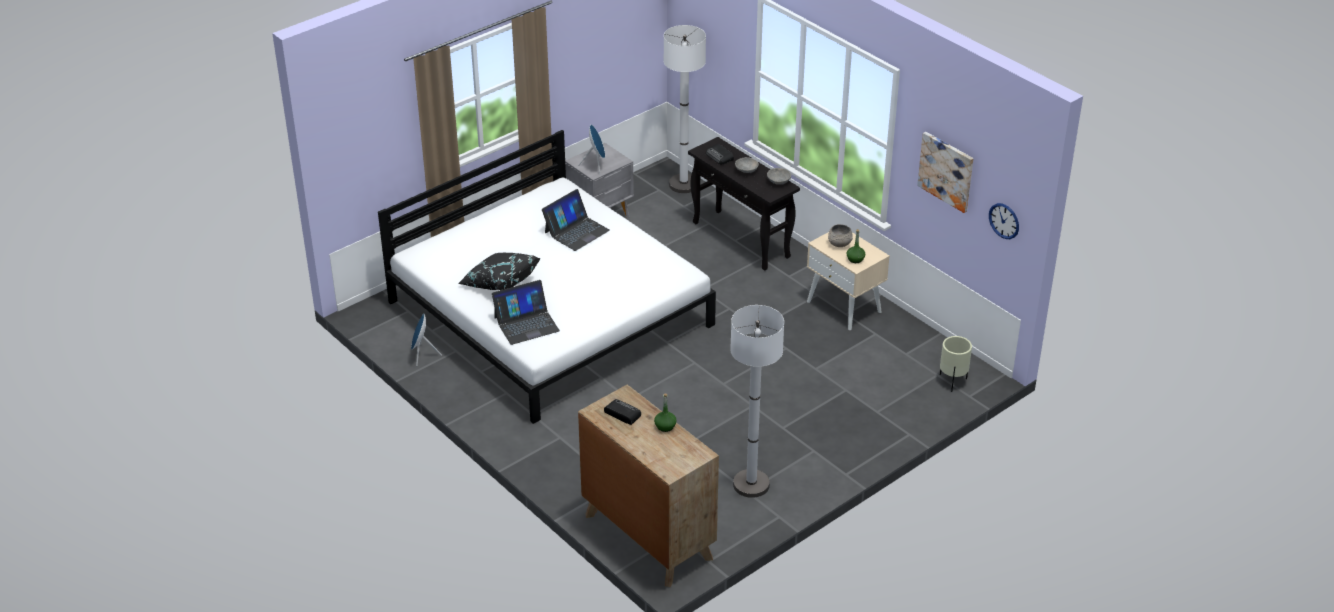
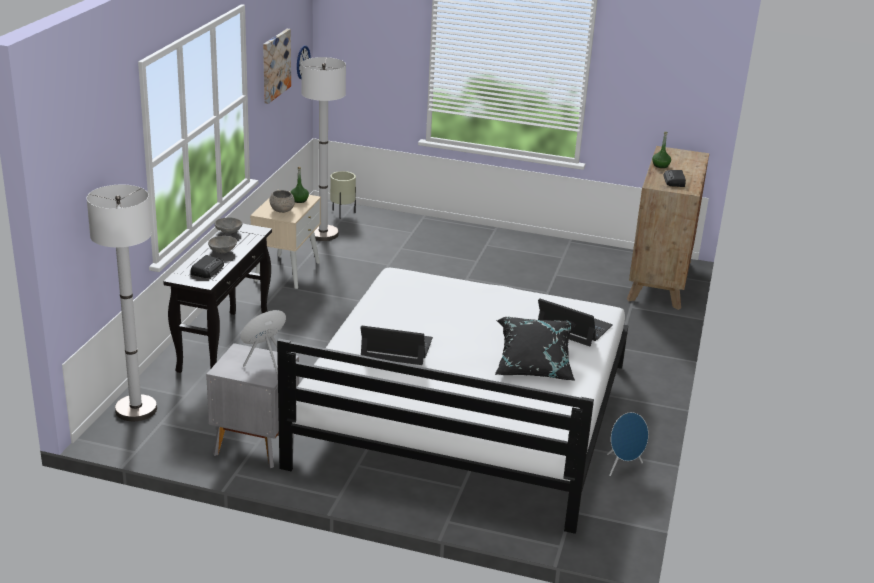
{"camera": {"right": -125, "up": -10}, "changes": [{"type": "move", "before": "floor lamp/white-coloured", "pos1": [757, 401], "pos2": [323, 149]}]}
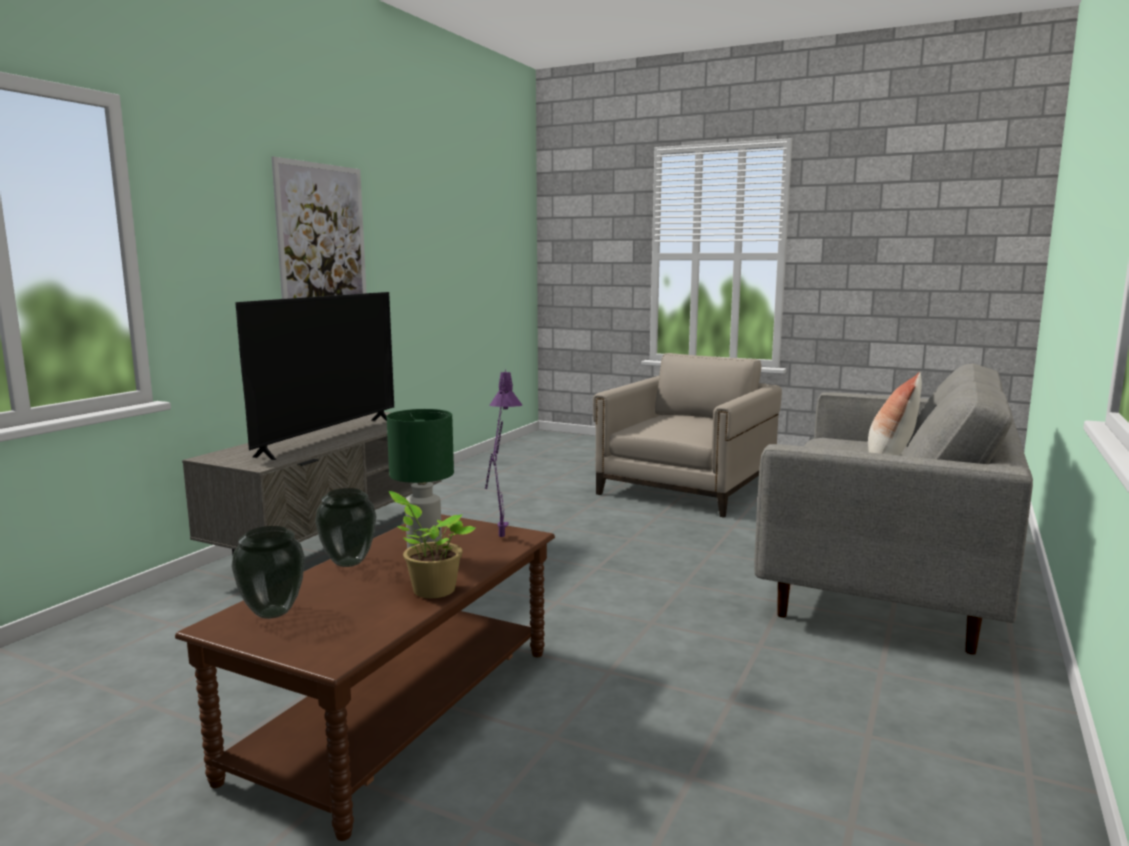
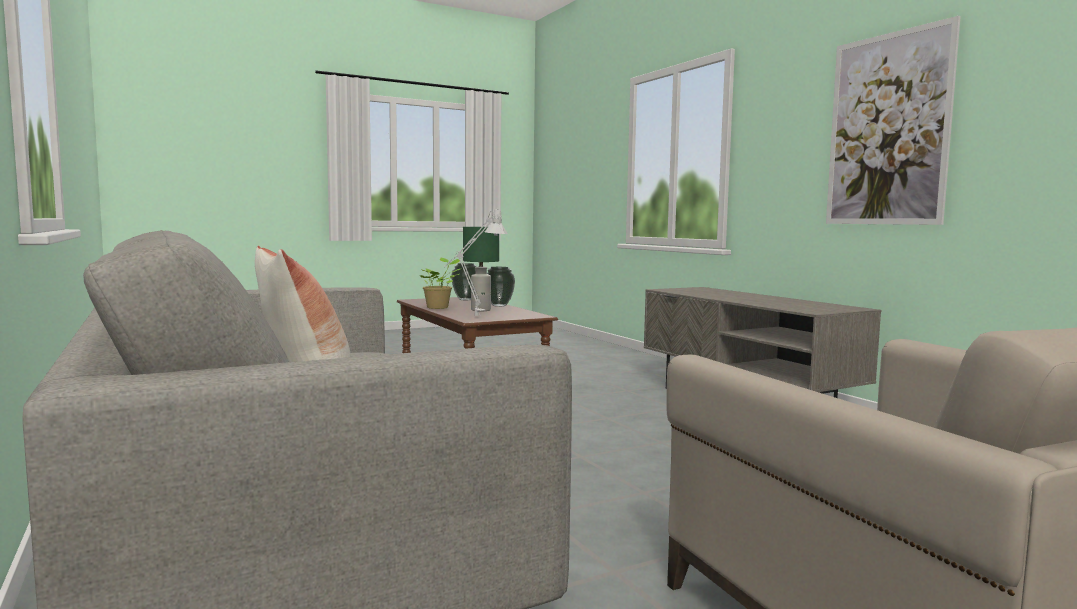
{"camera": {"right": 125, "up": -5}, "changes": [{"type": "delete", "before": "TV", "pos1": [314, 376]}, {"type": "recolor", "before": "lamp for a table/purple-coloured", "after": "lamp for a table/gray", "pos1": [503, 453], "pos2": [476, 262]}]}
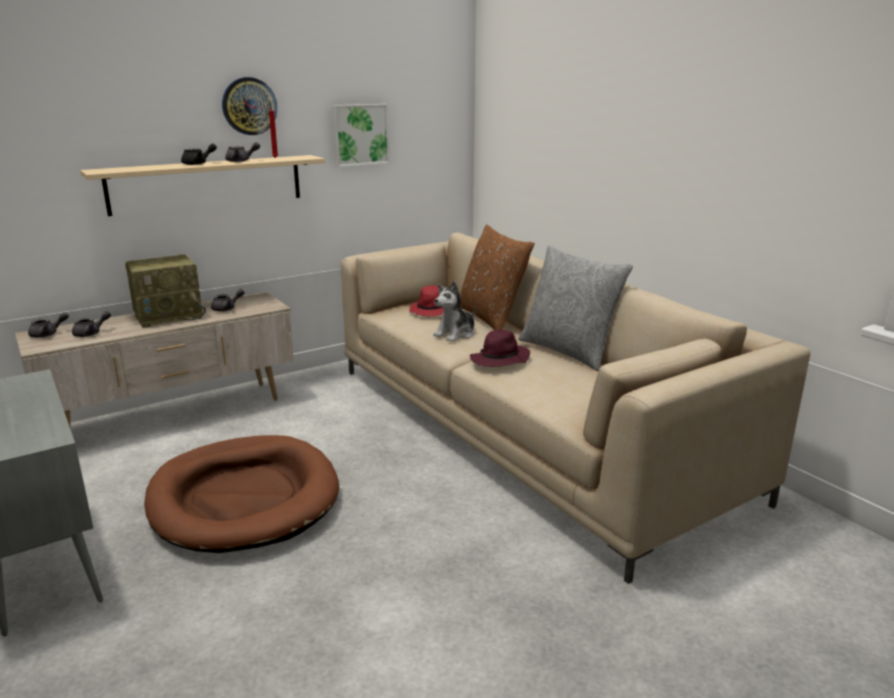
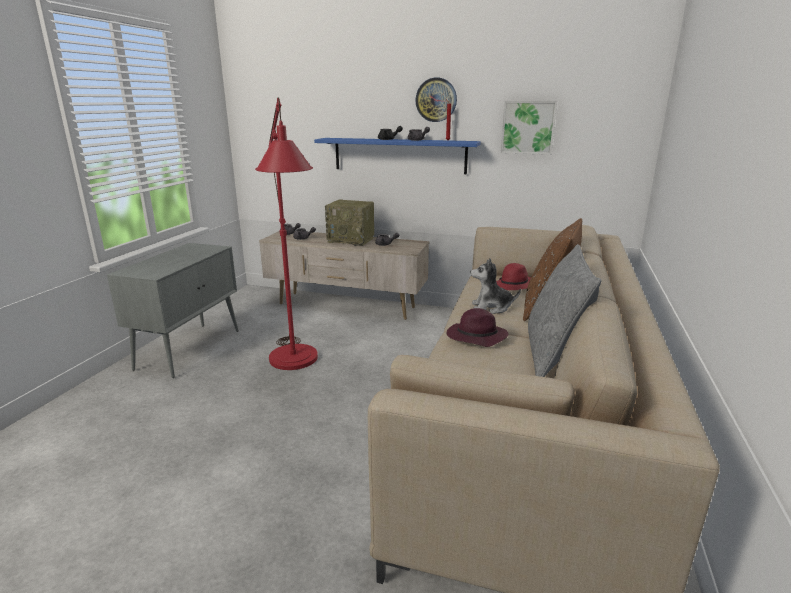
{"camera": {"right": 50, "up": 0}, "changes": [{"type": "recolor", "before": "wall shelf/beige-coloured", "after": "wall shelf/blue-coloured", "pos1": [202, 185], "pos2": [397, 156]}, {"type": "replace", "before": "dog cushion/brown-coloured", "after": "floor lamp/red", "pos1": [241, 494], "pos2": [286, 234]}]}
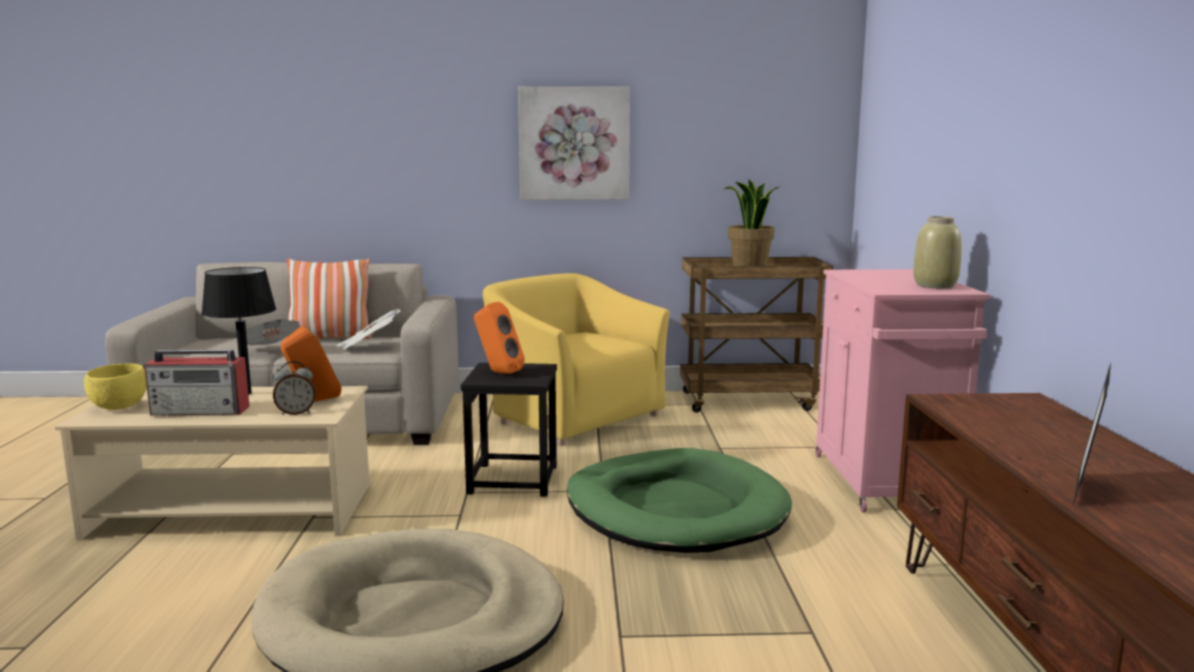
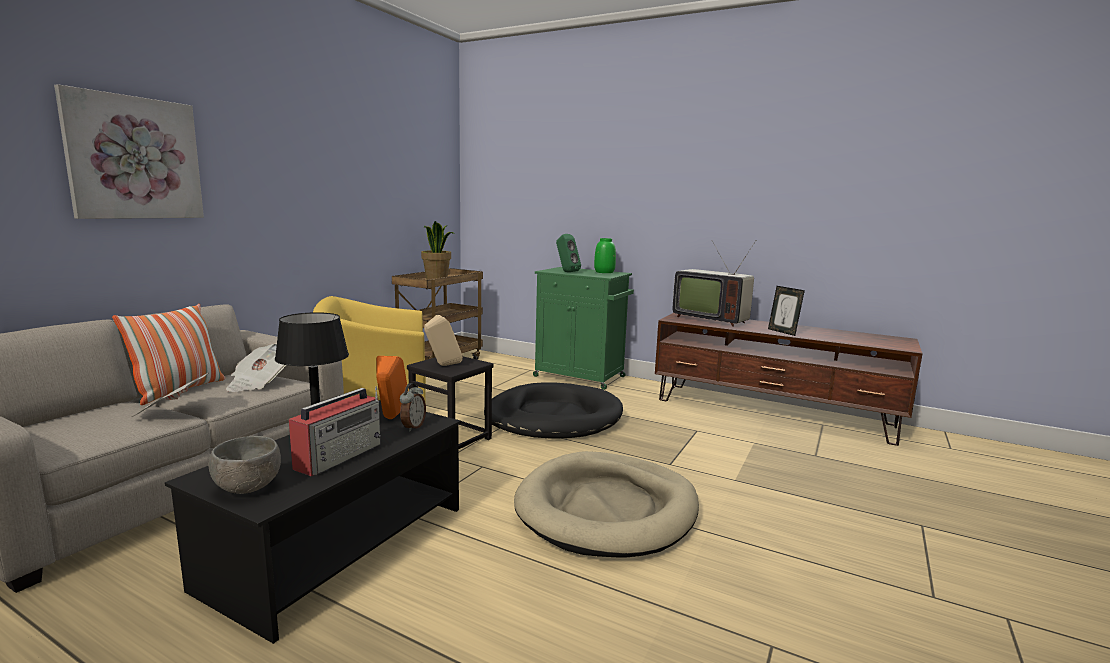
{"camera": {"right": -60, "up": 0}, "changes": [{"type": "move", "before": "picture", "pos1": [574, 143], "pos2": [129, 151]}, {"type": "recolor", "before": "vase/beige-coloured", "after": "vase/green", "pos1": [937, 252], "pos2": [605, 255]}, {"type": "recolor", "before": "storage cabinet/pink-coloured", "after": "storage cabinet/green", "pos1": [902, 390], "pos2": [583, 328]}, {"type": "recolor", "before": "speaker/orangey", "after": "speaker/beige-coloured", "pos1": [499, 338], "pos2": [443, 340]}, {"type": "recolor", "before": "serving bowl/yellowish", "after": "serving bowl/gray", "pos1": [115, 386], "pos2": [245, 465]}, {"type": "recolor", "before": "coffee table/beige-coloured", "after": "coffee table/blackish", "pos1": [212, 463], "pos2": [313, 522]}, {"type": "recolor", "before": "dog cushion/green", "after": "dog cushion/blackish", "pos1": [679, 500], "pos2": [553, 410]}, {"type": "insert", "after": "speaker/green", "pos2": [568, 253]}, {"type": "insert", "after": "TV", "pos2": [714, 283]}]}
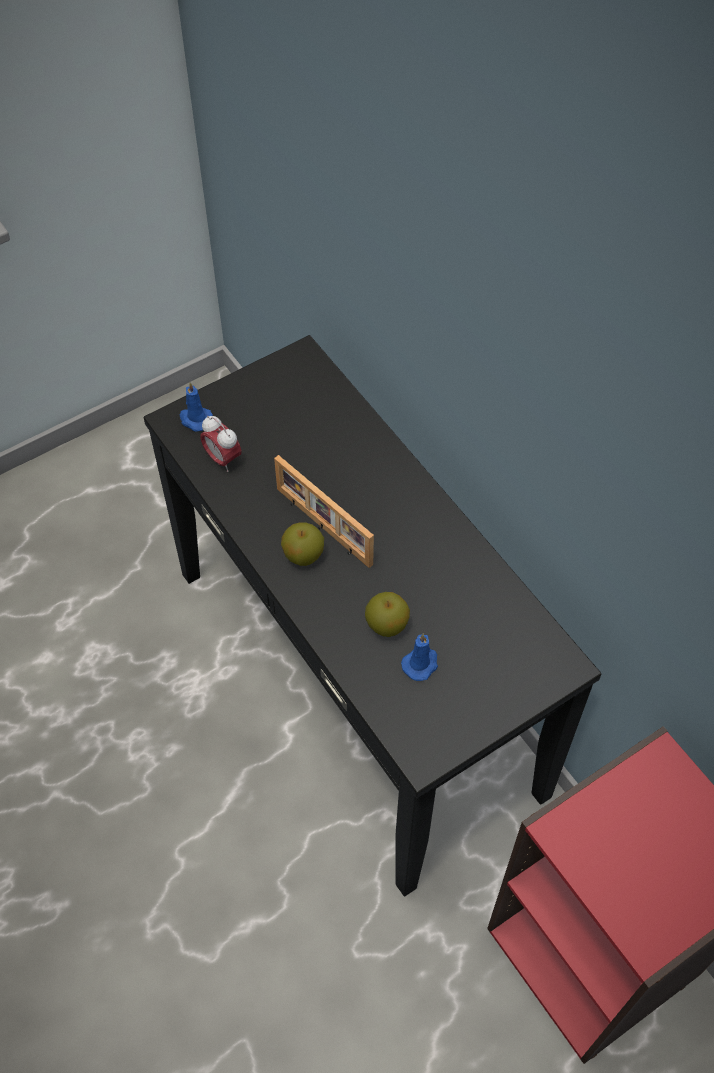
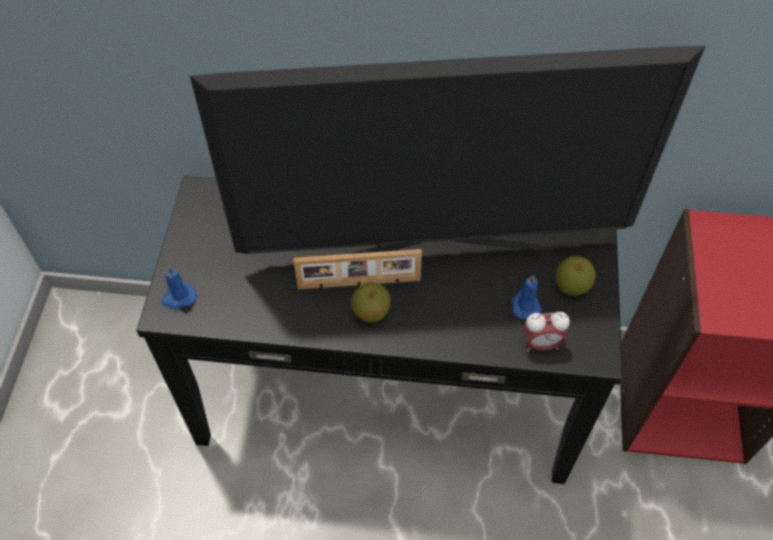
{"camera": {"right": -50, "up": 0}, "changes": [{"type": "move", "before": "alarm clock", "pos1": [221, 444], "pos2": [546, 331]}, {"type": "move", "before": "apple fruit", "pos1": [387, 614], "pos2": [576, 276]}, {"type": "insert", "after": "TV", "pos2": [447, 150]}]}
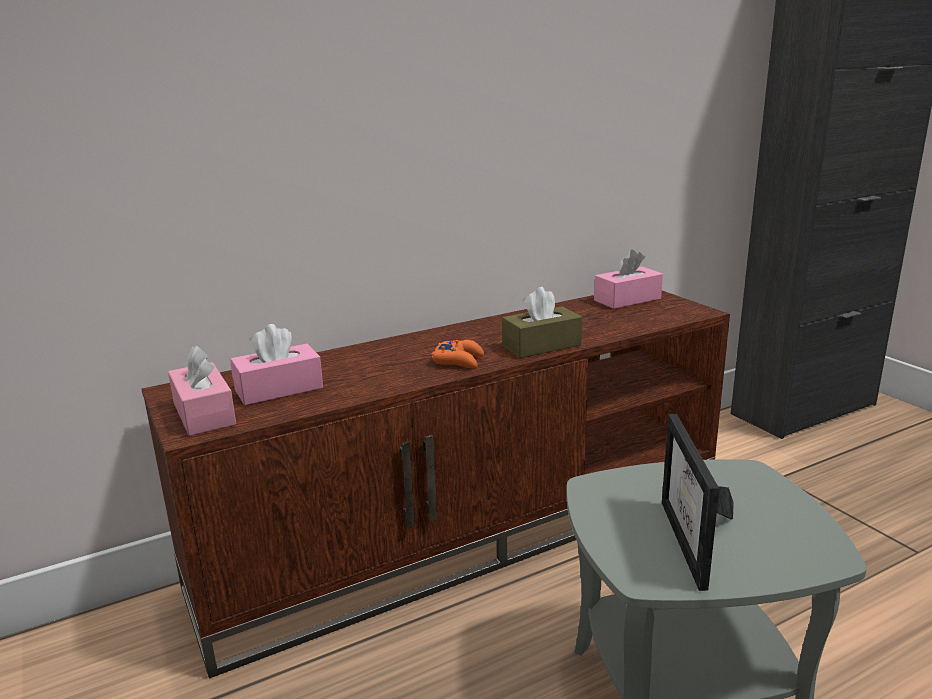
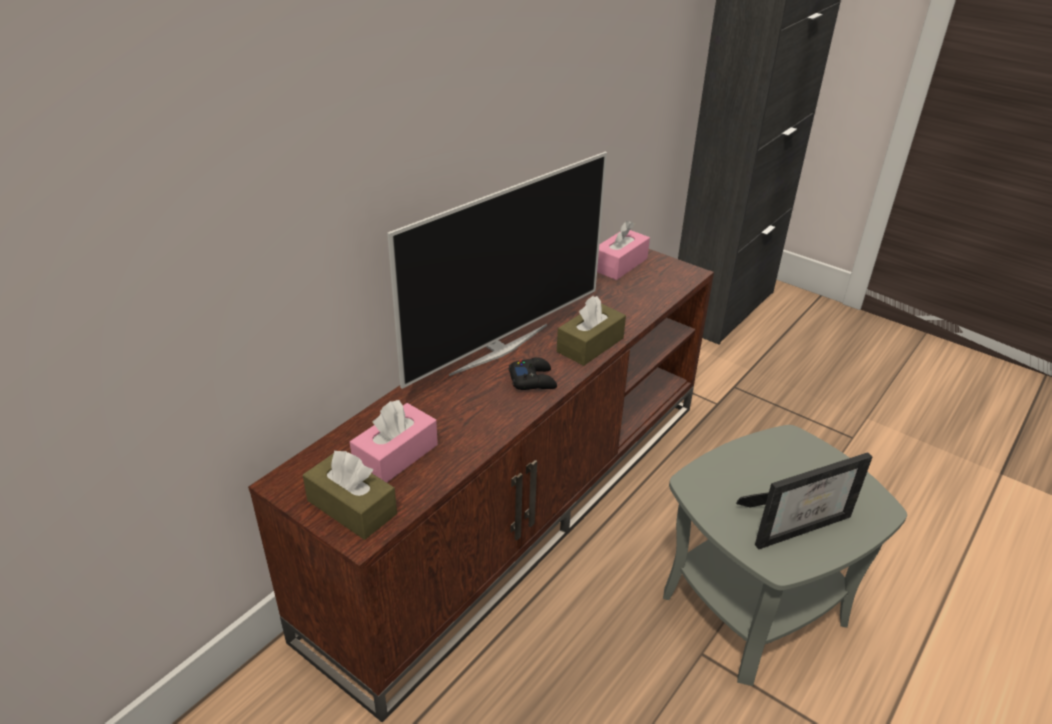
{"camera": {"right": -25, "up": 15}, "changes": [{"type": "recolor", "before": "game controller/orangey", "after": "game controller/blackish", "pos1": [458, 354], "pos2": [533, 374]}, {"type": "recolor", "before": "box of tissues/pink-coloured", "after": "box of tissues/brown-coloured", "pos1": [202, 390], "pos2": [350, 495]}, {"type": "rotate", "before": "picture frame", "pos1": [698, 502], "pos2": [804, 500], "turn": -90}, {"type": "insert", "after": "TV", "pos2": [497, 270]}]}
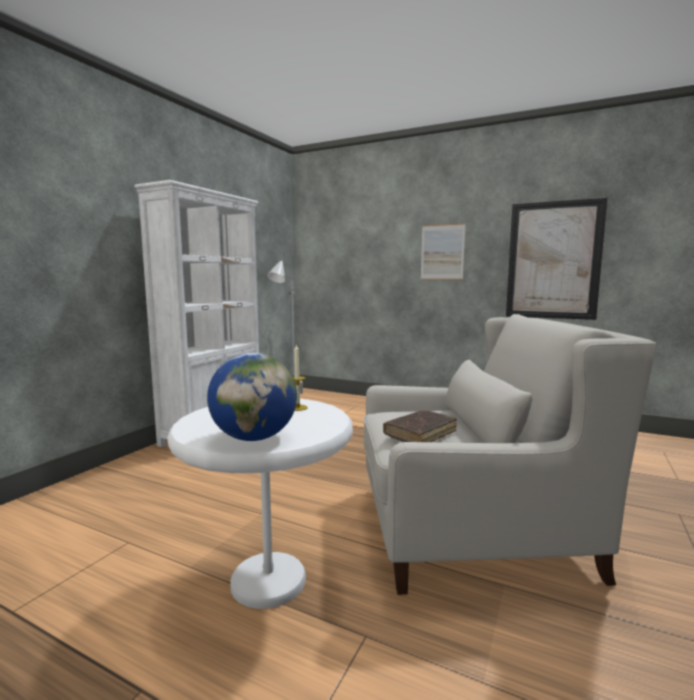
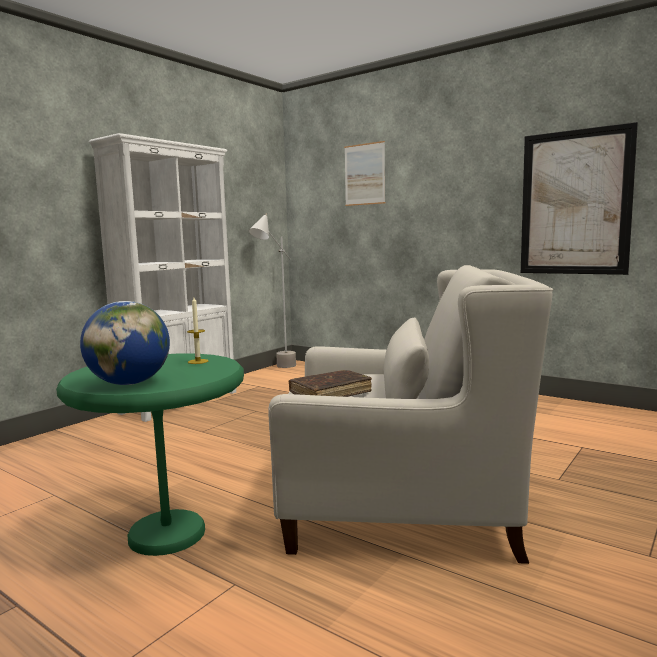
{"camera": {"right": 10, "up": 0}, "changes": [{"type": "move", "before": "picture", "pos1": [443, 251], "pos2": [364, 173]}, {"type": "recolor", "before": "accent table/white-coloured", "after": "accent table/green", "pos1": [260, 504], "pos2": [150, 454]}]}
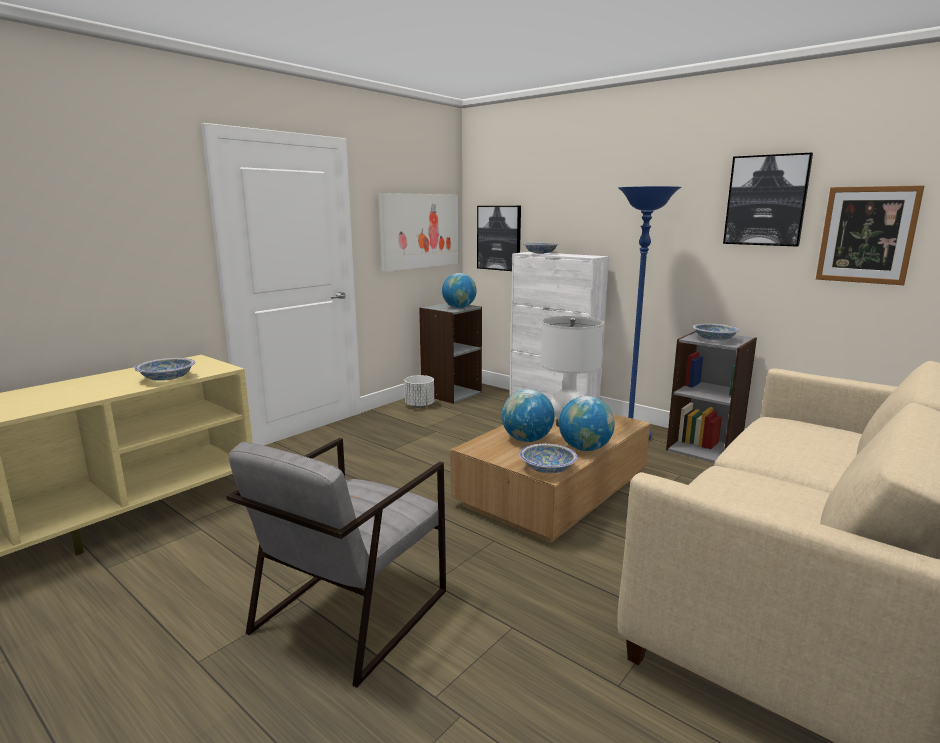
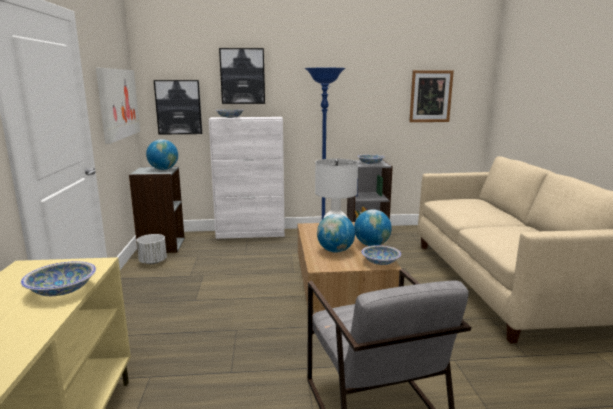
{"camera": {"right": -45, "up": 0}, "changes": [{"type": "move", "before": "picture", "pos1": [768, 200], "pos2": [242, 76]}]}
